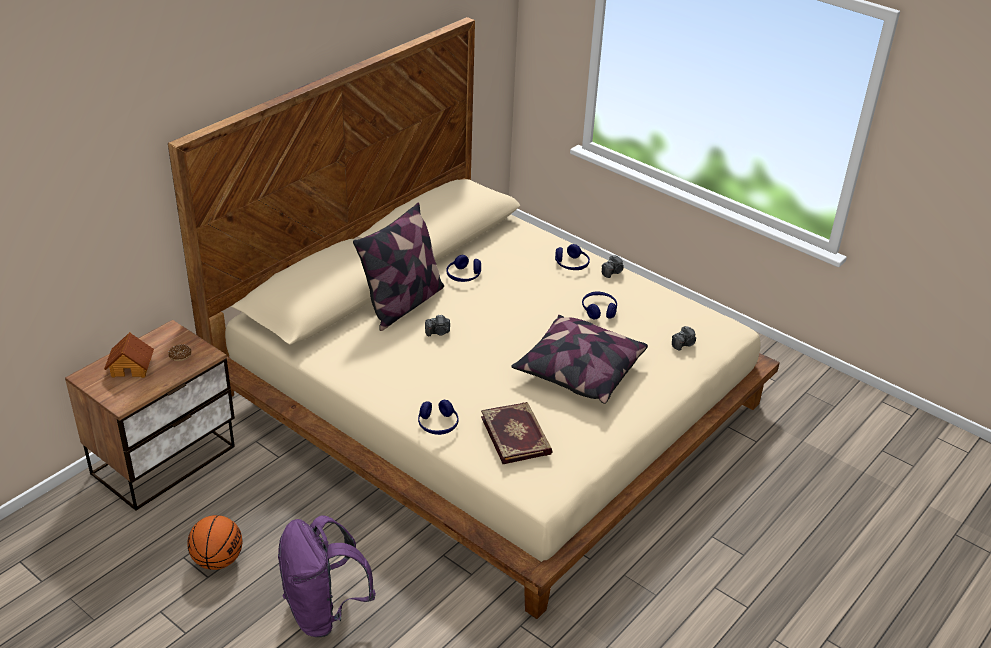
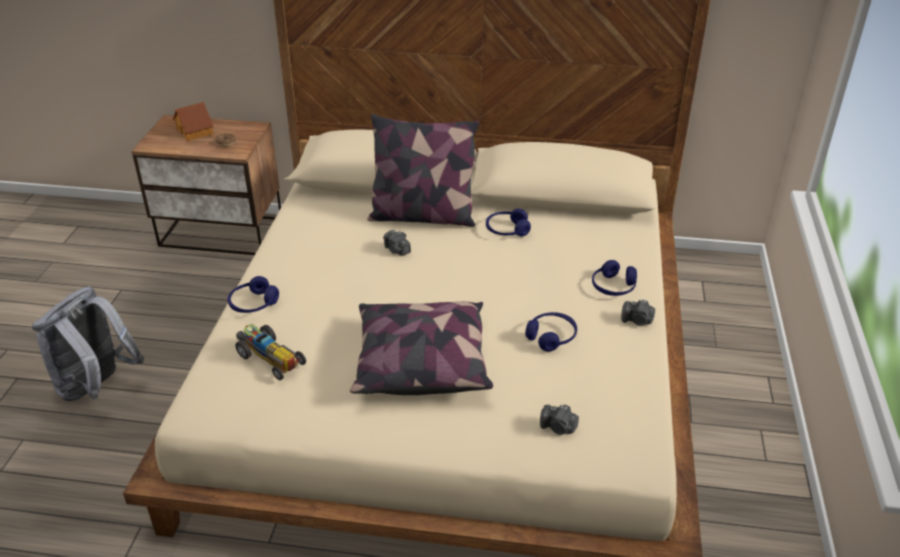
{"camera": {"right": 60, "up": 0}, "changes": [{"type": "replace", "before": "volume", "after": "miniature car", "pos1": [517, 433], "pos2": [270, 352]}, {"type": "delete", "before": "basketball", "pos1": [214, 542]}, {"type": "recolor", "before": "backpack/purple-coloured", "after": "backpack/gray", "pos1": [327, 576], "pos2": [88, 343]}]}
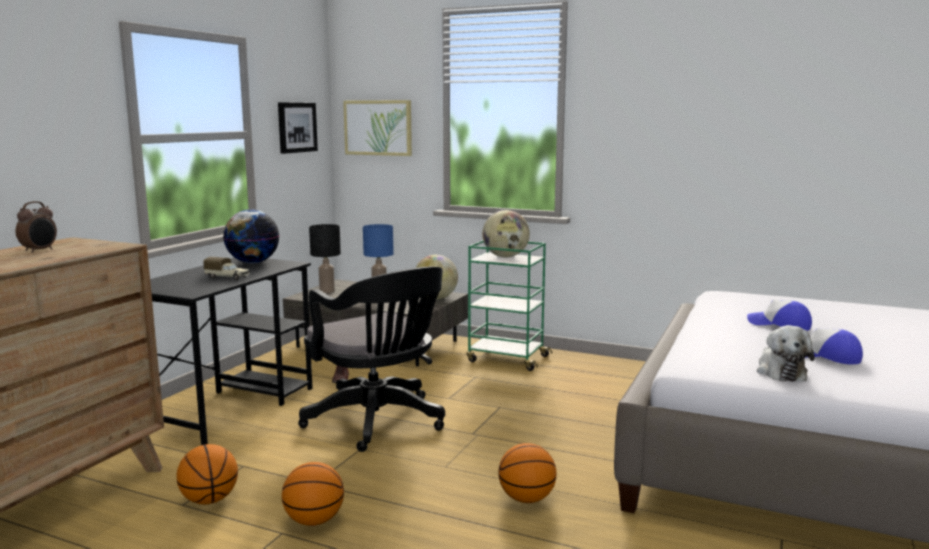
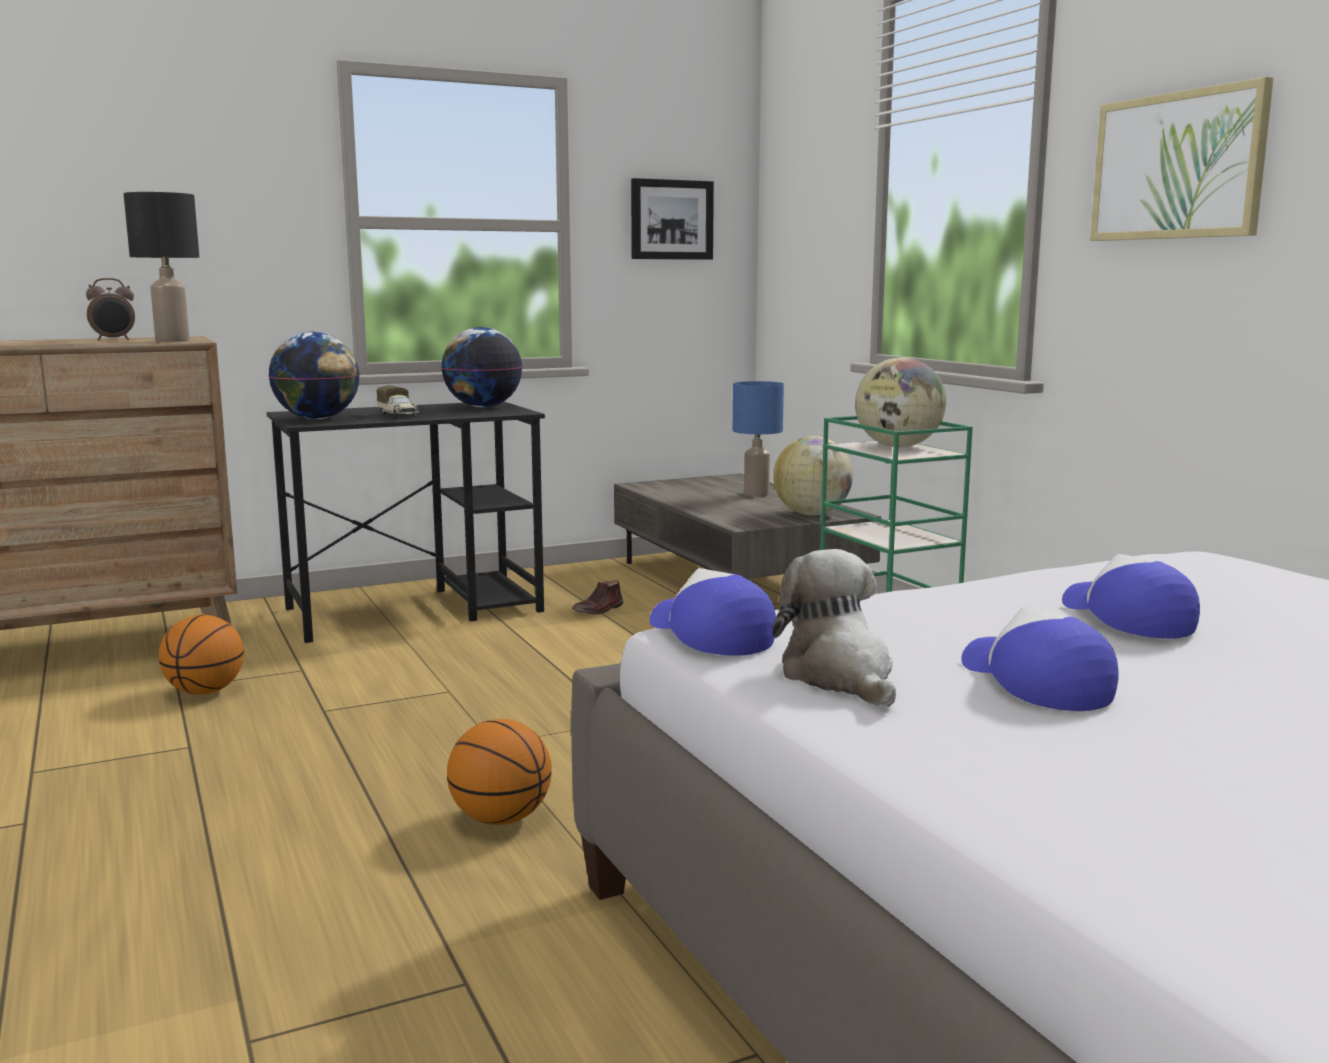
{"camera": {"right": 40, "up": 0}, "changes": [{"type": "move", "before": "picture", "pos1": [377, 128], "pos2": [1181, 159]}, {"type": "move", "before": "lamp for a table/blackish", "pos1": [325, 258], "pos2": [161, 267]}, {"type": "delete", "before": "desk chair/blackish", "pos1": [371, 359]}, {"type": "rotate", "before": "plush toy", "pos1": [786, 353], "pos2": [834, 628], "turn": 120}, {"type": "delete", "before": "basketball", "pos1": [313, 494]}, {"type": "insert", "after": "world globe", "pos2": [314, 375]}, {"type": "insert", "after": "cap", "pos2": [712, 612]}]}
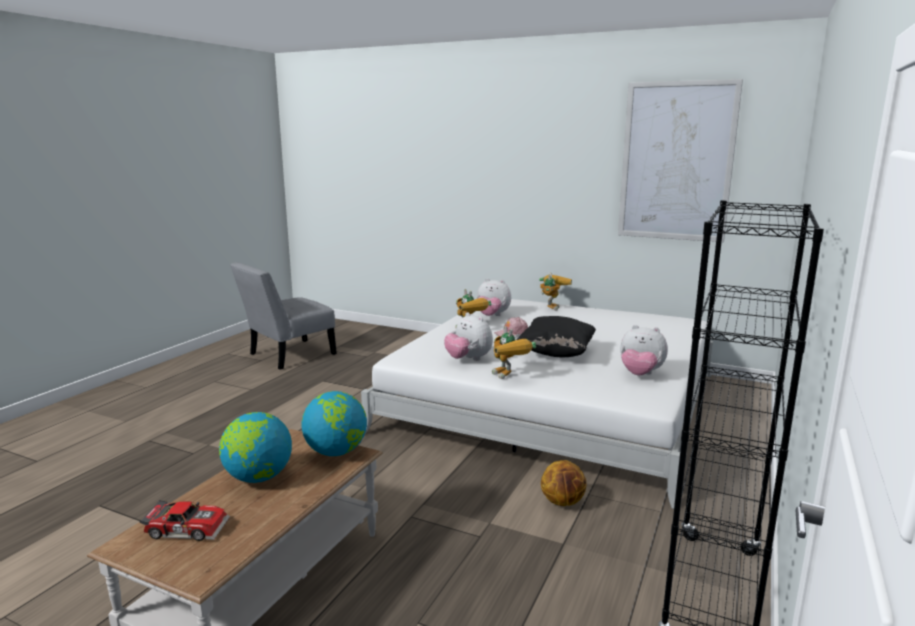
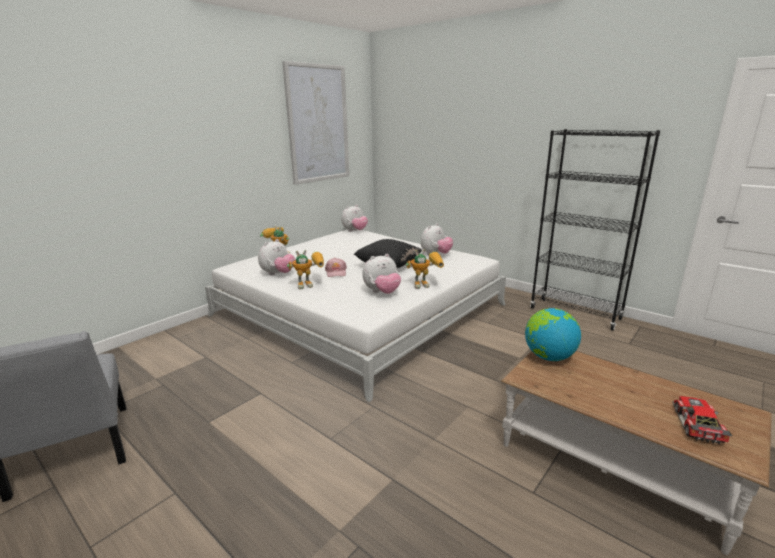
{"camera": {"right": -75, "up": 5}, "changes": [{"type": "delete", "before": "world globe", "pos1": [255, 447]}, {"type": "delete", "before": "basketball", "pos1": [564, 483]}, {"type": "insert", "after": "plush toy", "pos2": [354, 218]}]}
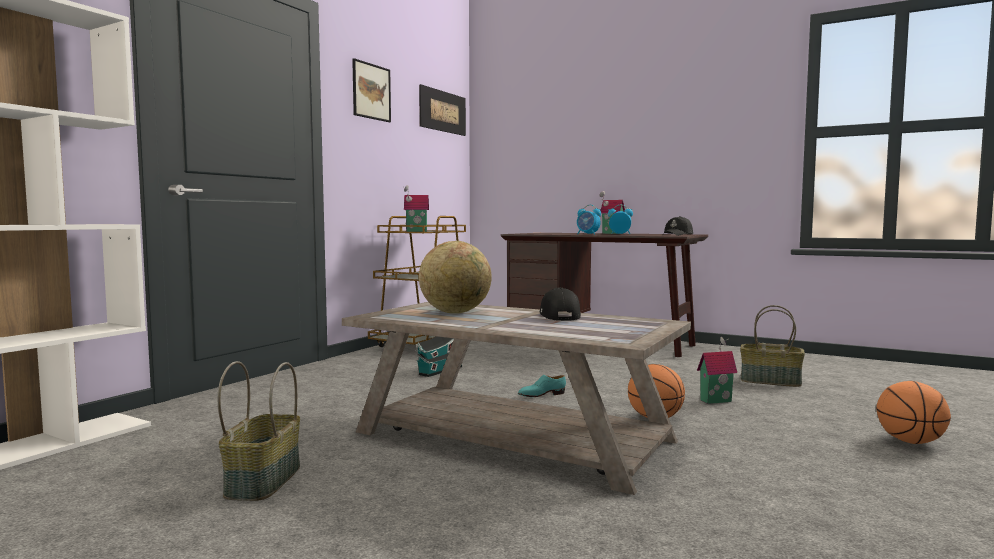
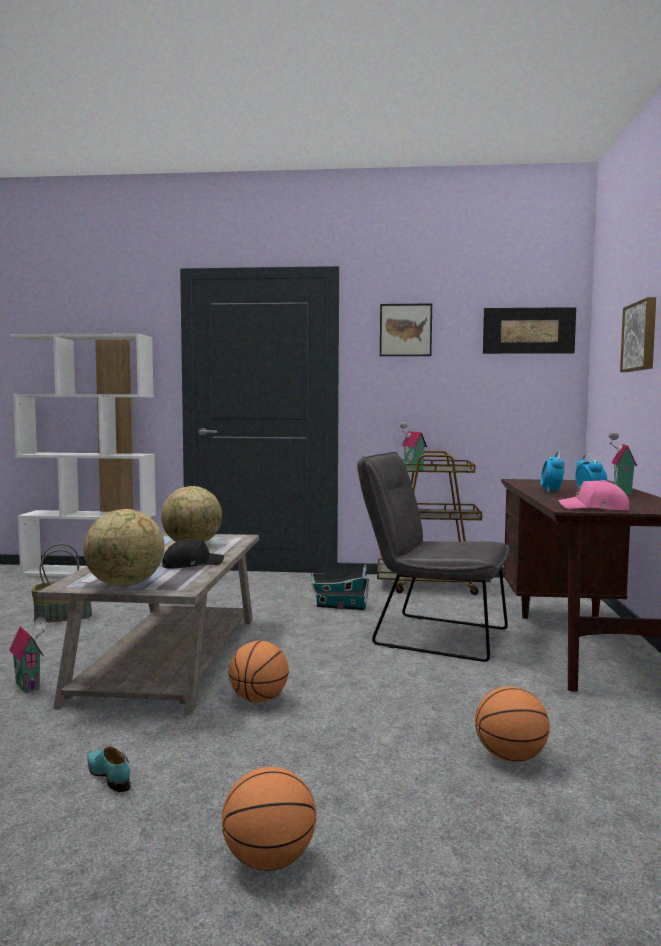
{"camera": {"right": 65, "up": 0}, "changes": [{"type": "recolor", "before": "cap/blackish", "after": "cap/pink-coloured", "pos1": [678, 226], "pos2": [593, 495]}, {"type": "replace", "before": "basket", "after": "basketball", "pos1": [772, 346], "pos2": [512, 724]}, {"type": "move", "before": "model house", "pos1": [717, 370], "pos2": [28, 655]}, {"type": "move", "before": "item of footwear/turquoise-coloured", "pos1": [542, 386], "pos2": [109, 769]}, {"type": "insert", "after": "picture", "pos2": [638, 334]}, {"type": "insert", "after": "upright chair/gray", "pos2": [433, 557]}, {"type": "insert", "after": "world globe", "pos2": [124, 548]}]}
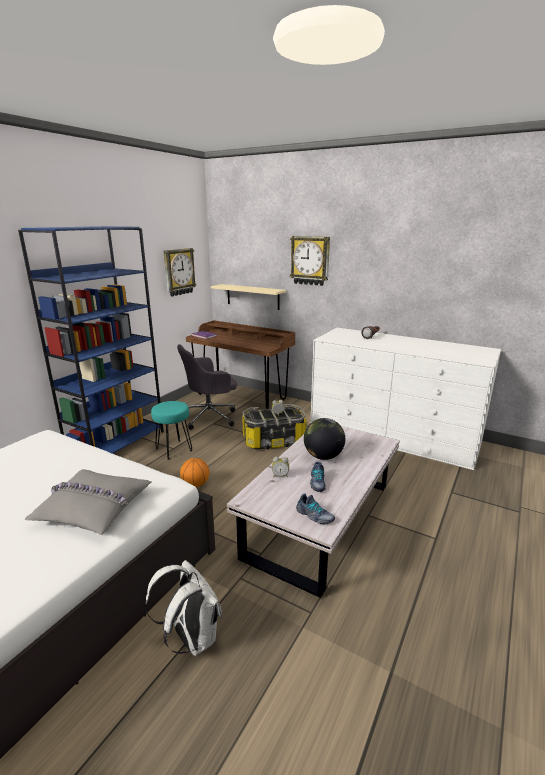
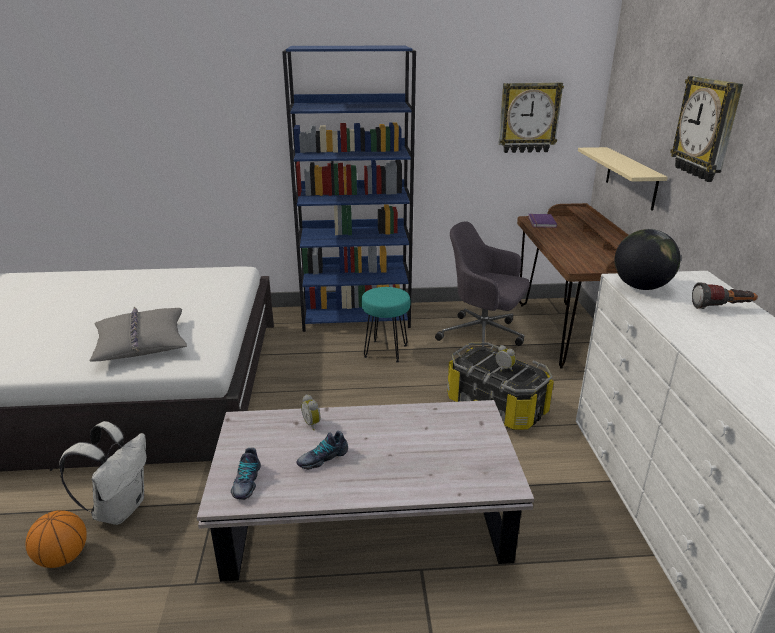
{"camera": {"right": 55, "up": 5}, "changes": [{"type": "move", "before": "world globe", "pos1": [324, 439], "pos2": [647, 259]}, {"type": "move", "before": "basketball", "pos1": [194, 472], "pos2": [56, 539]}]}
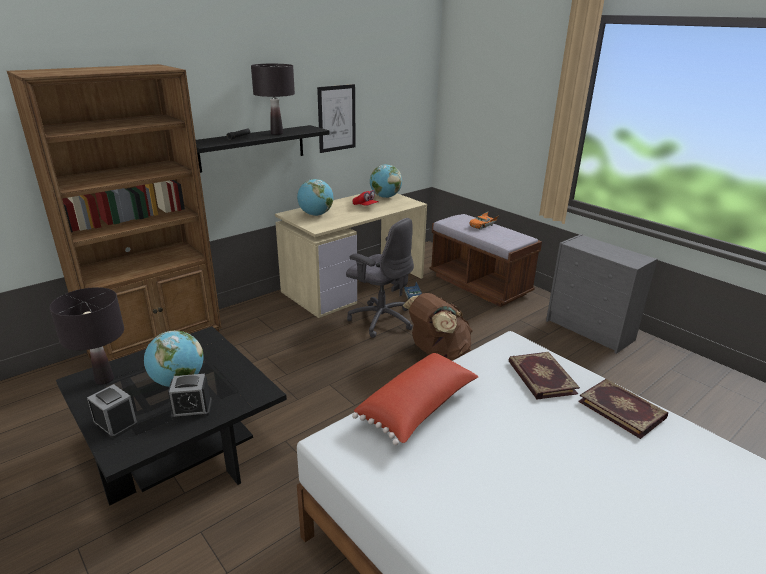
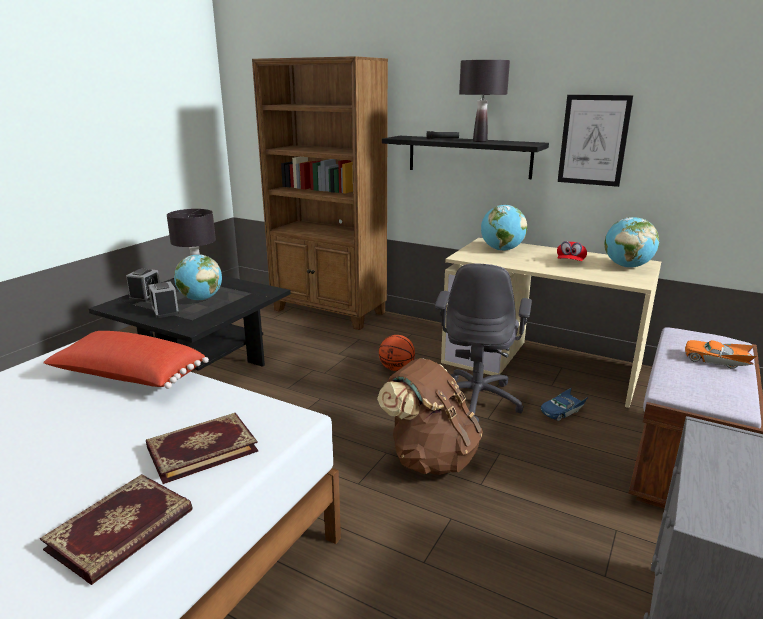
{"camera": {"right": 70, "up": -5}, "changes": [{"type": "insert", "after": "basketball", "pos2": [397, 353]}]}
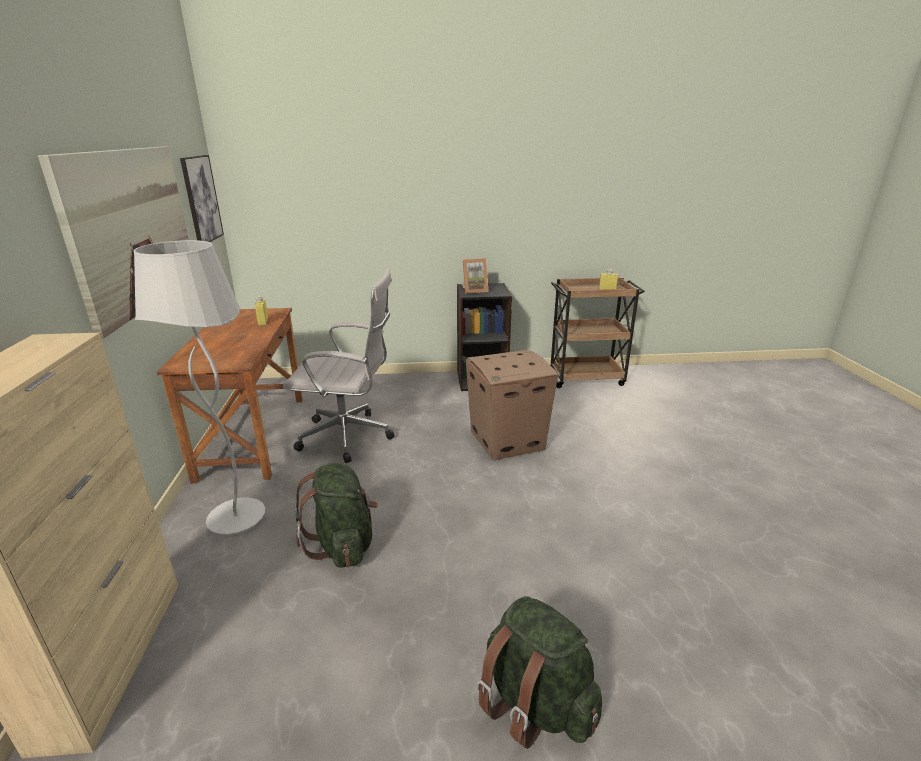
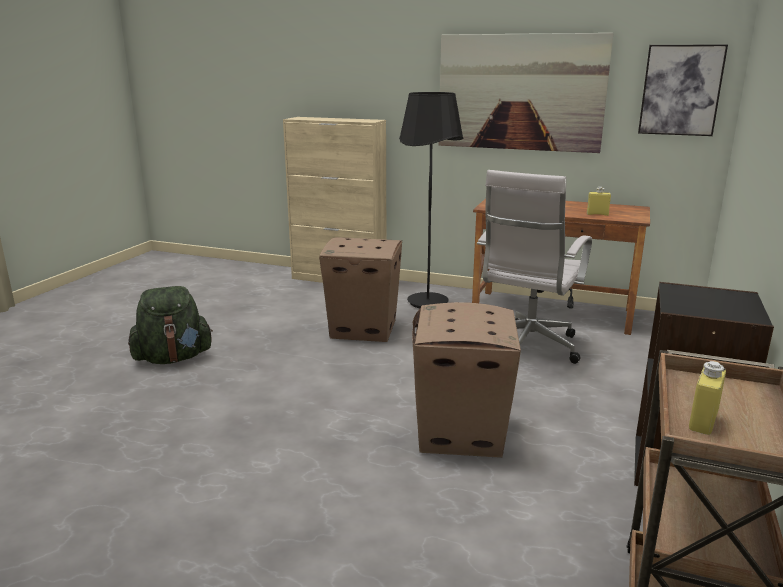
{"camera": {"right": 115, "up": -5}, "changes": [{"type": "recolor", "before": "floor lamp/white-coloured", "after": "floor lamp/blackish", "pos1": [199, 387], "pos2": [431, 200]}, {"type": "delete", "before": "picture frame", "pos1": [475, 276]}, {"type": "replace", "before": "backpack/green", "after": "carton", "pos1": [336, 515], "pos2": [360, 289]}]}
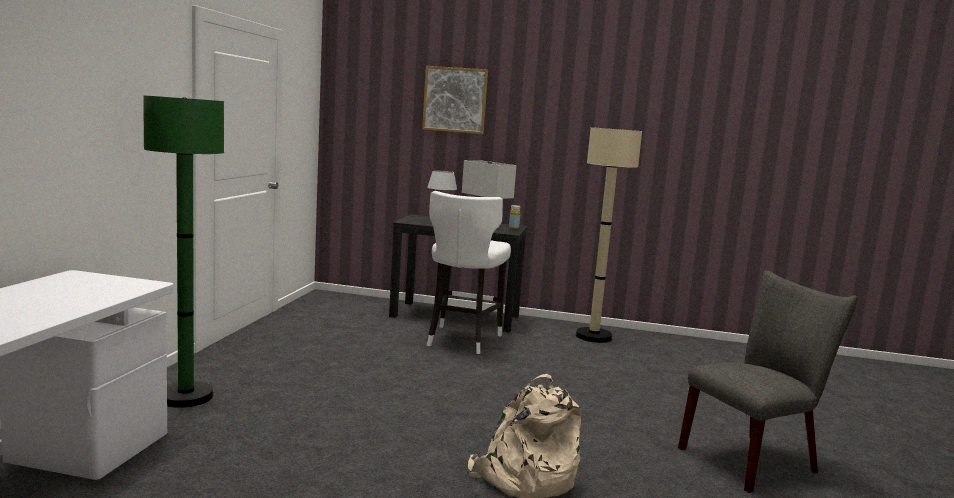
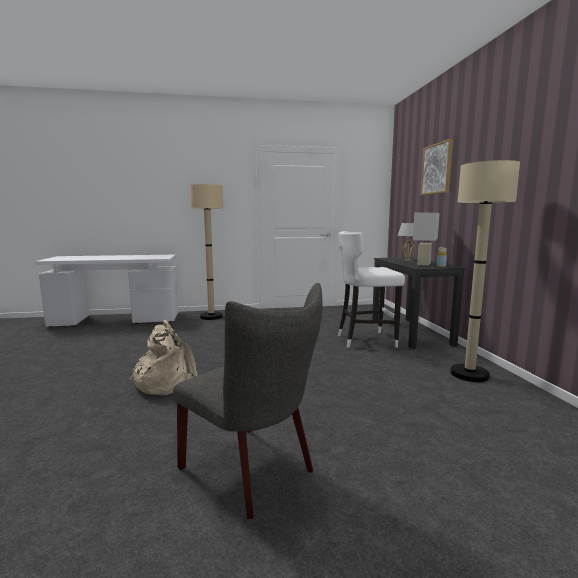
{"camera": {"right": 70, "up": 0}, "changes": [{"type": "recolor", "before": "floor lamp/green", "after": "floor lamp/beige-coloured", "pos1": [183, 251], "pos2": [206, 252]}]}
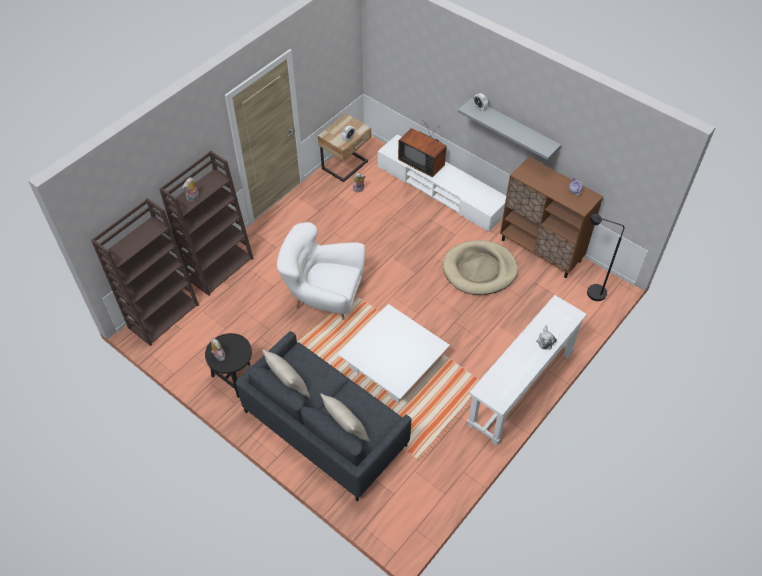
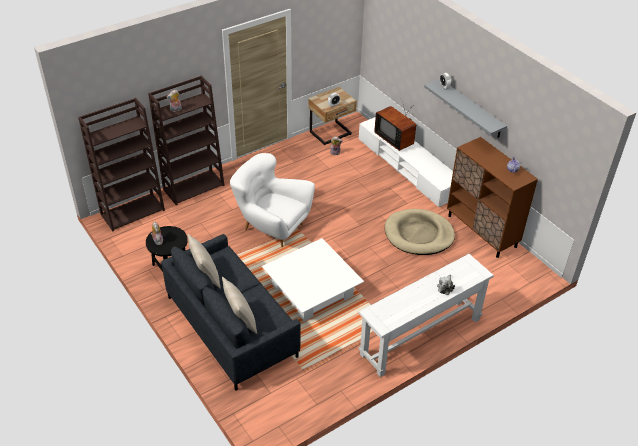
{"camera": {"right": 15, "up": -10}, "changes": [{"type": "delete", "before": "floor lamp/blackish", "pos1": [605, 257]}]}
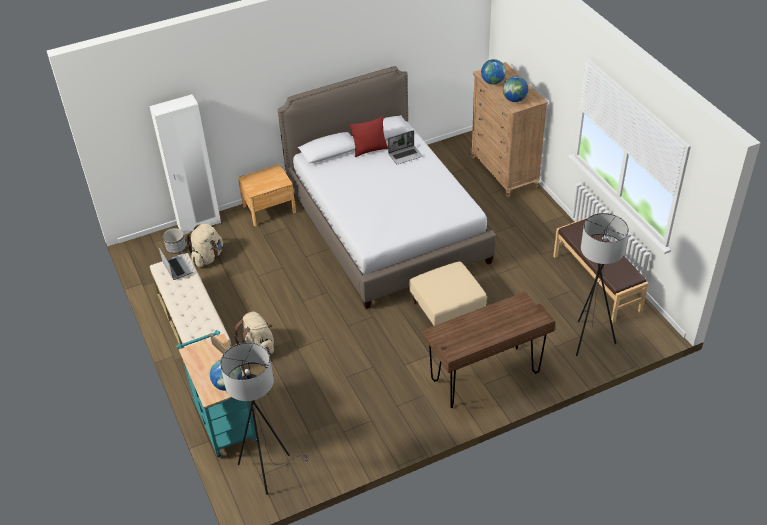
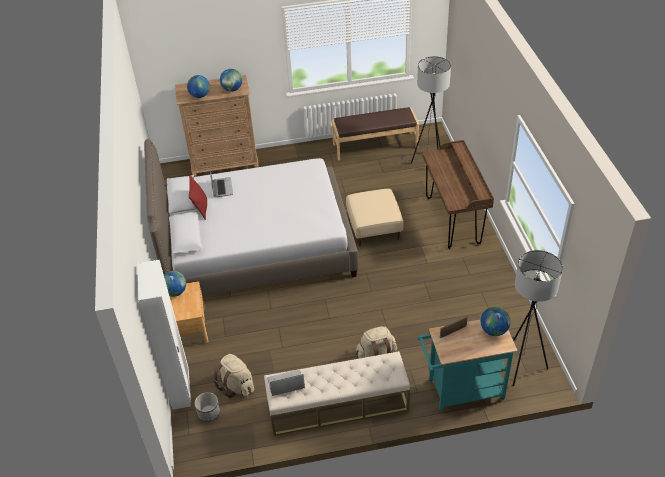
{"camera": {"right": -75, "up": 0}, "changes": [{"type": "insert", "after": "world globe", "pos2": [175, 284]}]}
